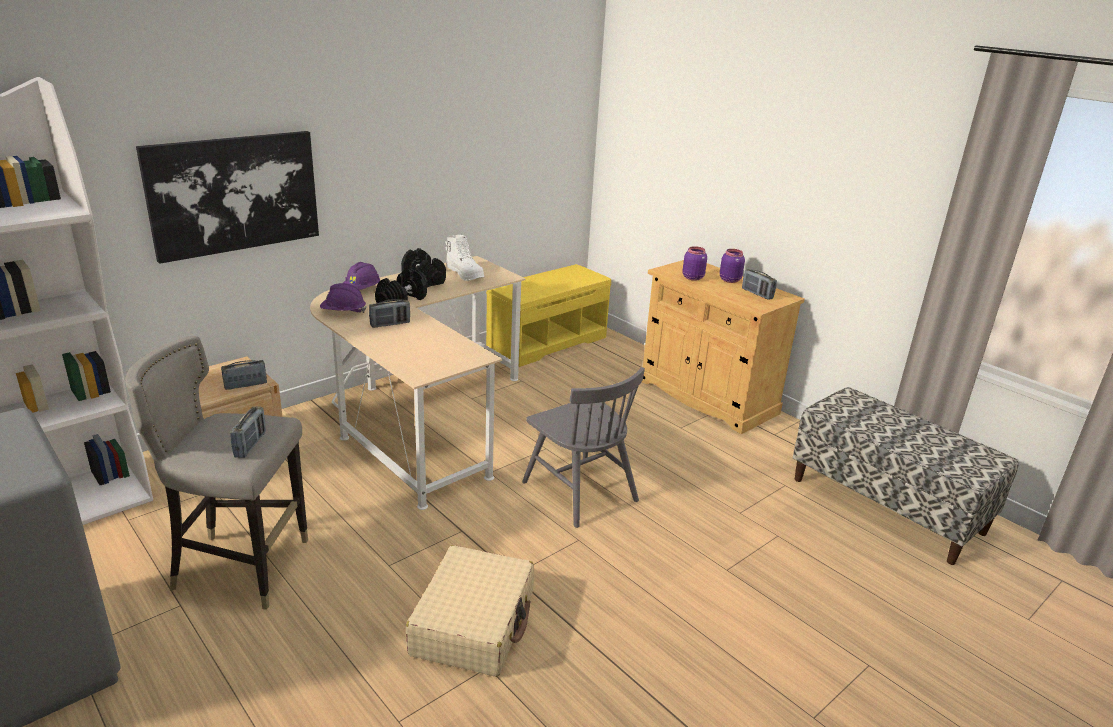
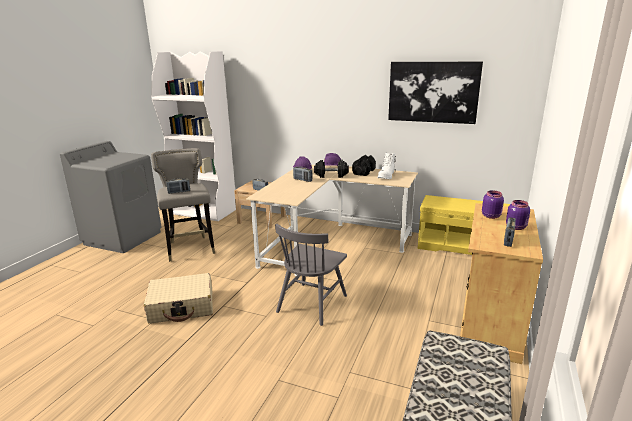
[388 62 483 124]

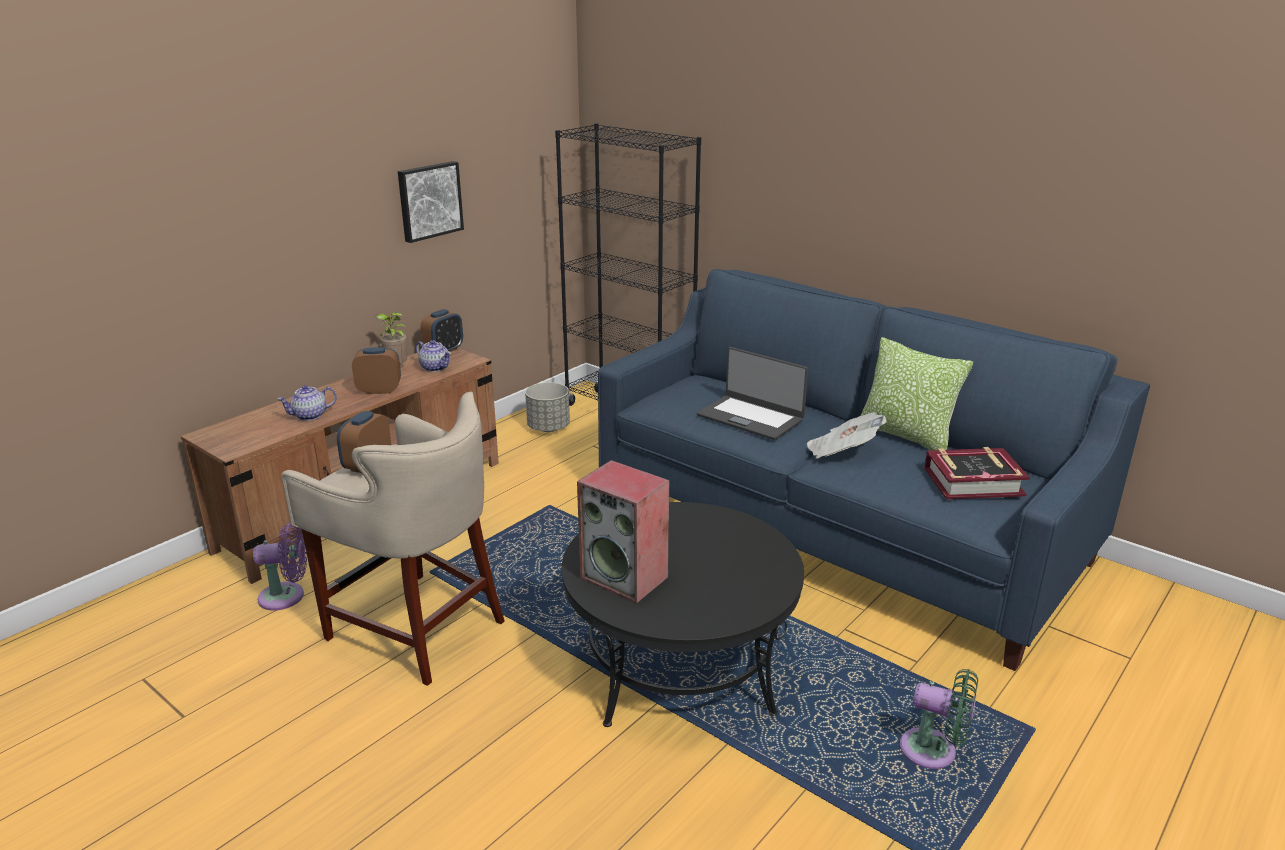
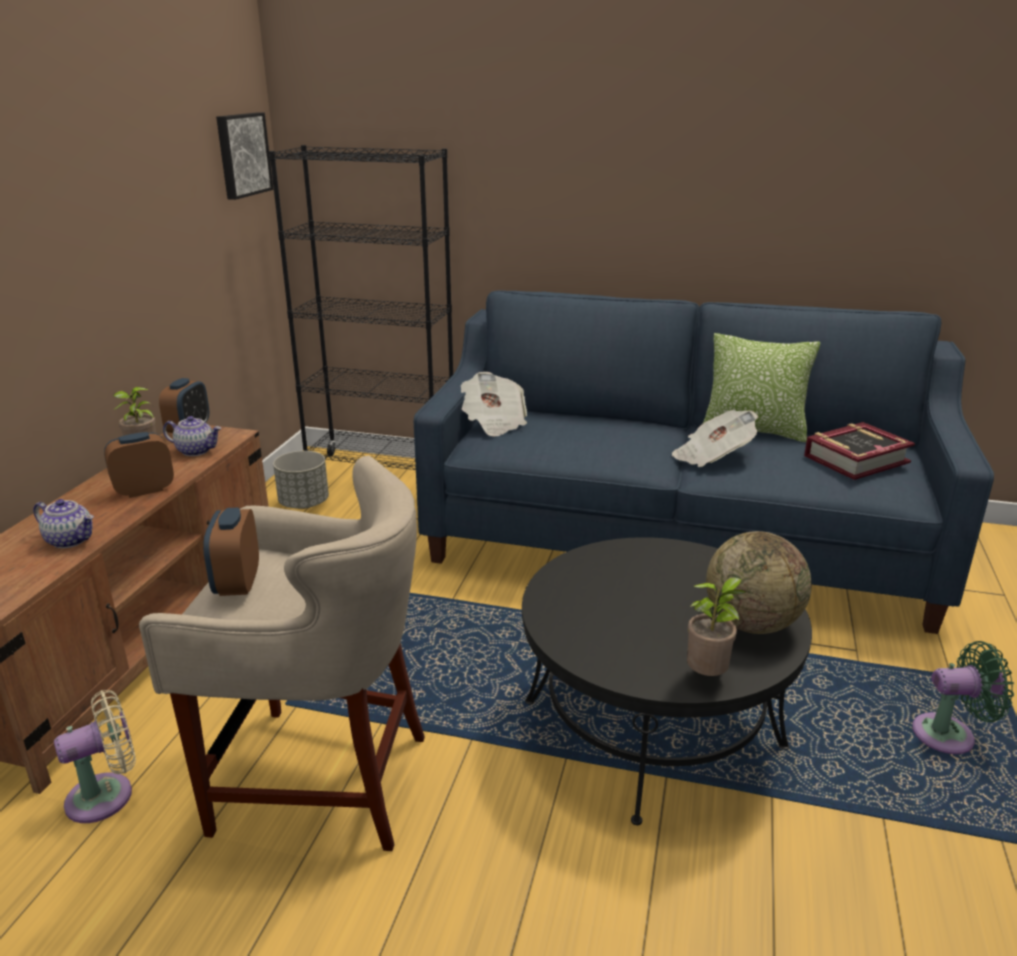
[577 460 669 603] (first image)
[697 347 808 440] (first image)
[461 372 527 437]
[687 577 747 676]
[706 531 812 634]
[216 113 273 200]
[54 690 136 823]
[33 499 94 548]

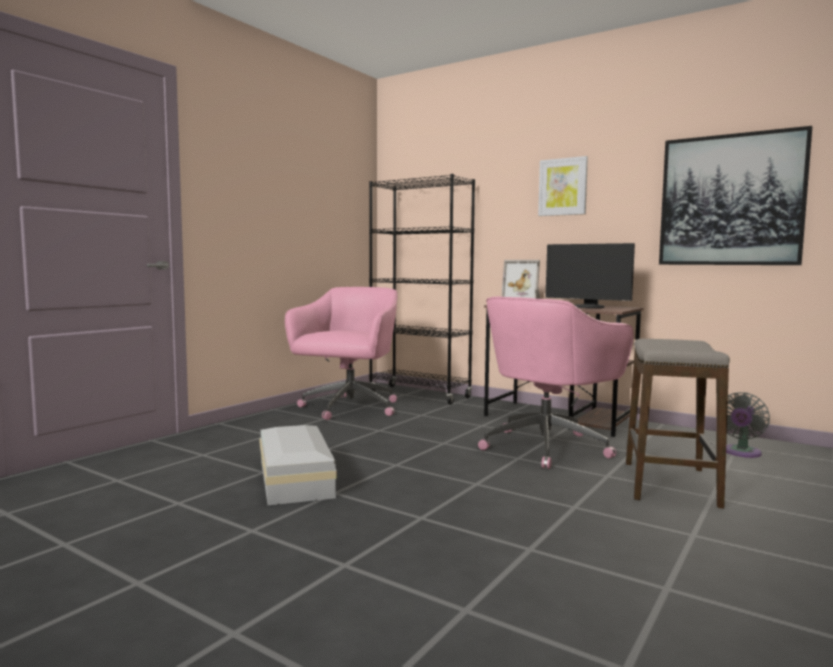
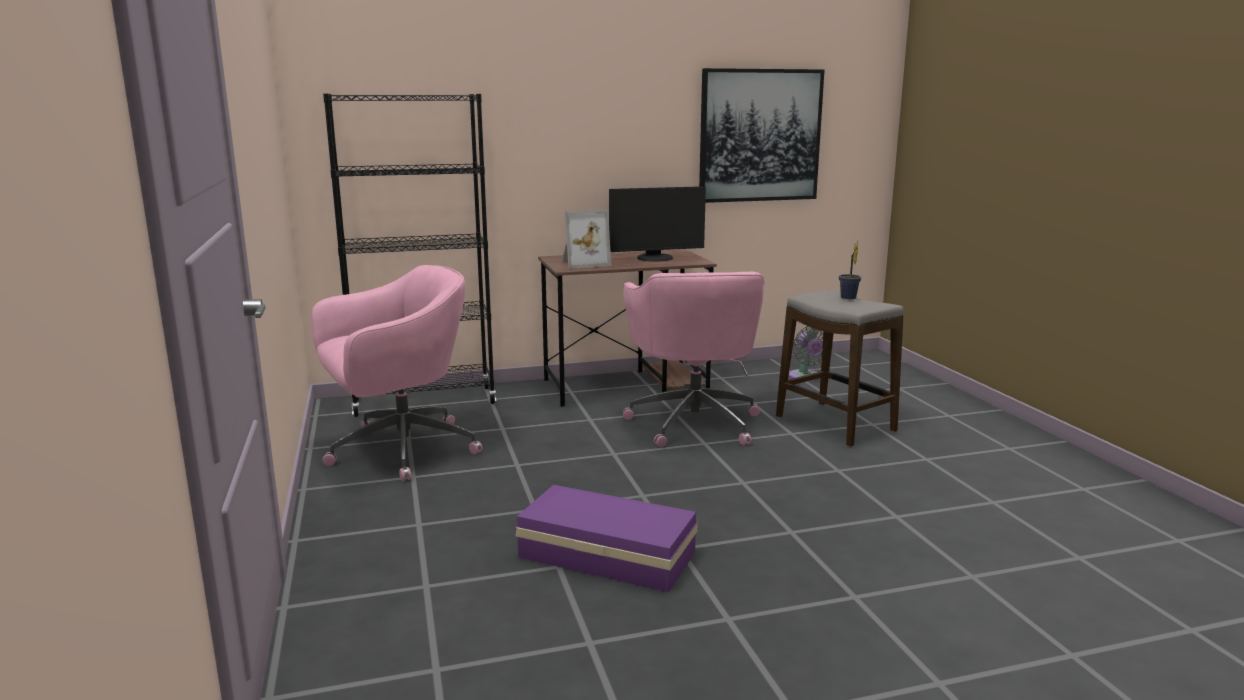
[538 156 588 216] (first image)
[839 240 861 299]
[515 485 698 592]
[311 265 482 481]

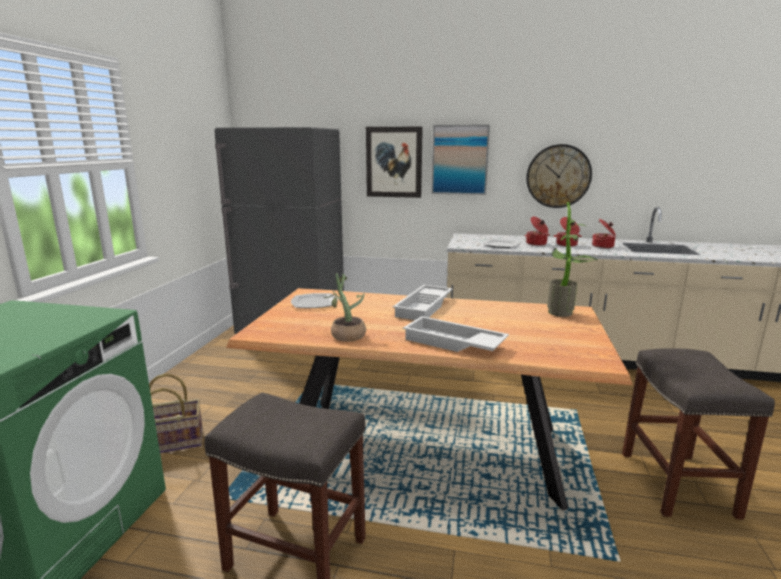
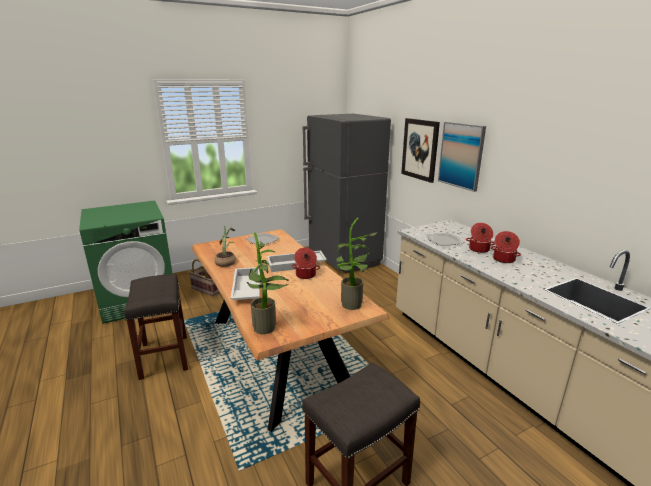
[526 144 592 208] (first image)
[247 233 289 334]
[291 248 320 279]

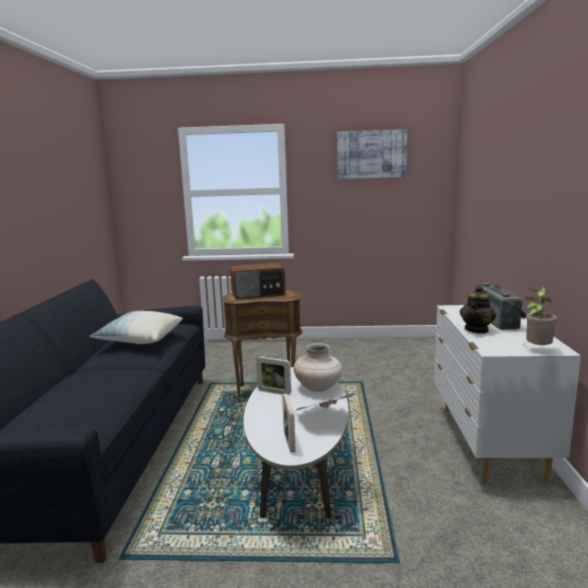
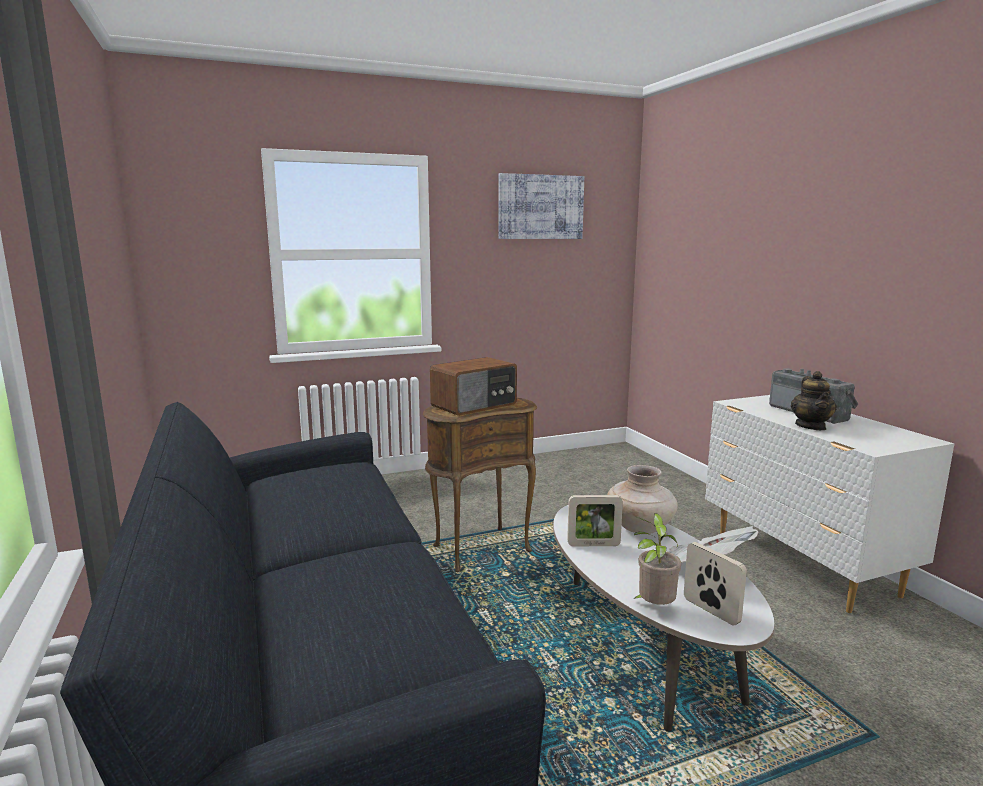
[90 311 183 344] (first image)
[633 513 681 605]

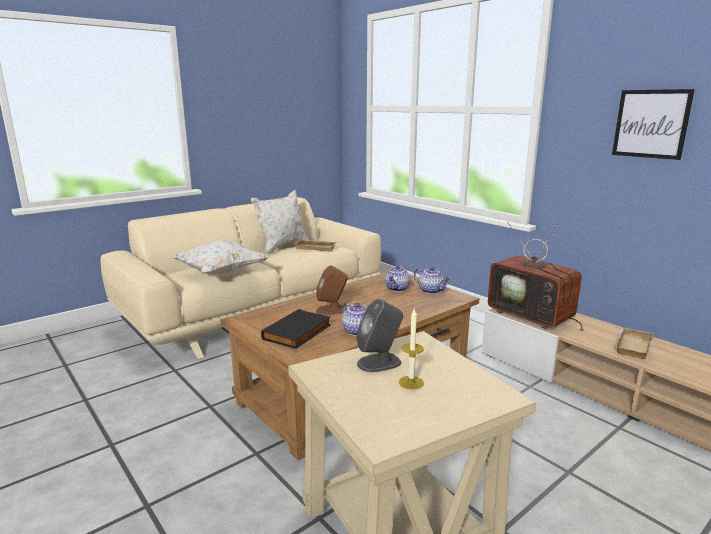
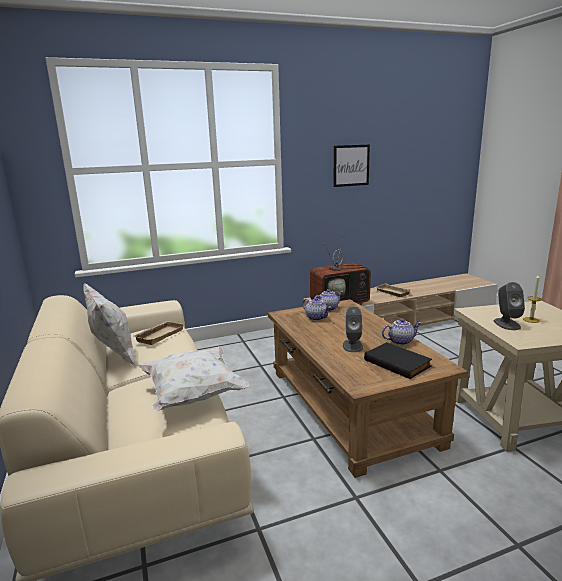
[343 306 363 352]

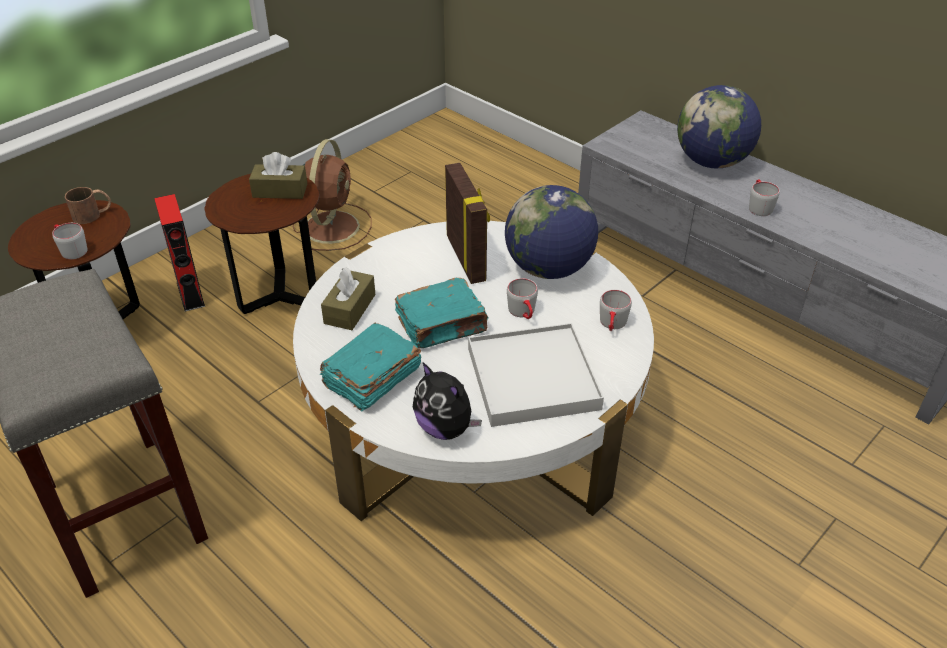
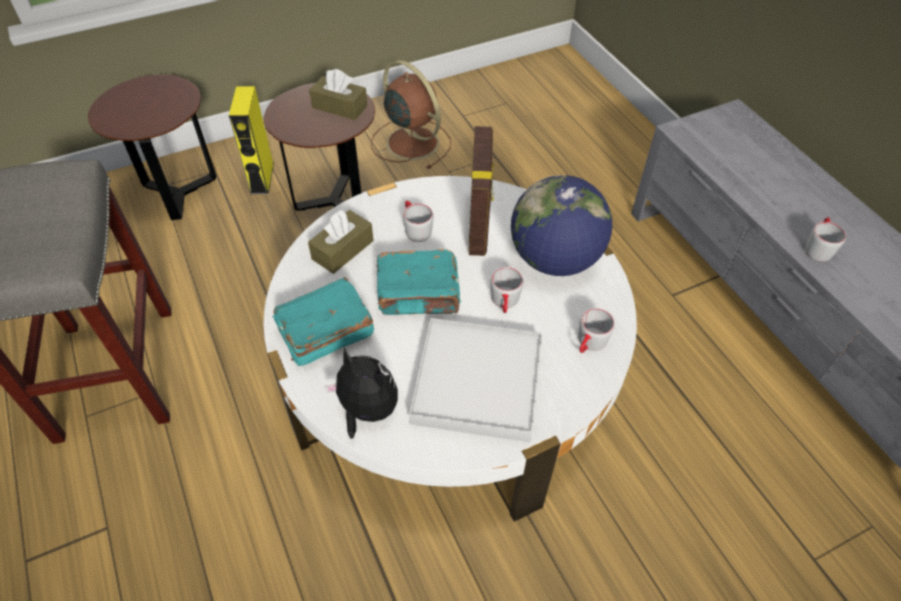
[65 187 111 224] (first image)
[677 85 761 168] (first image)
[403 201 434 242]
[229 86 274 194]
[371 60 451 169]
[325 348 398 439]

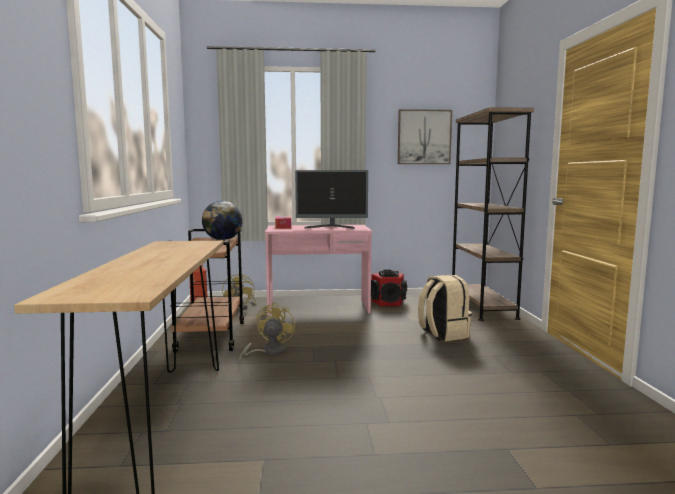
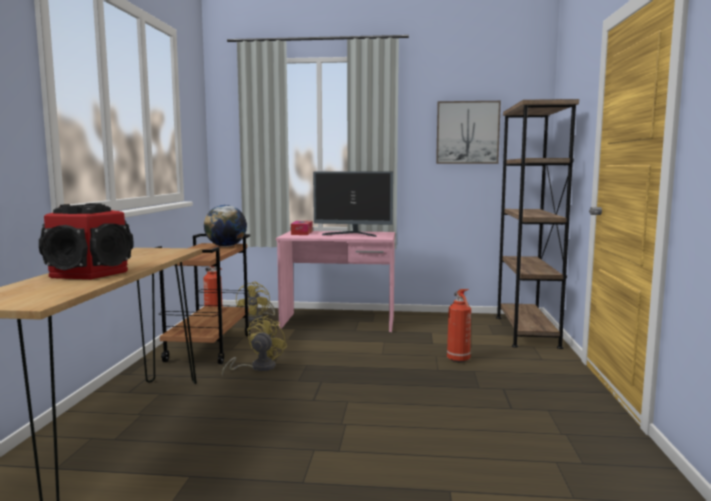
[39 203 134 279]
[447 289 471 362]

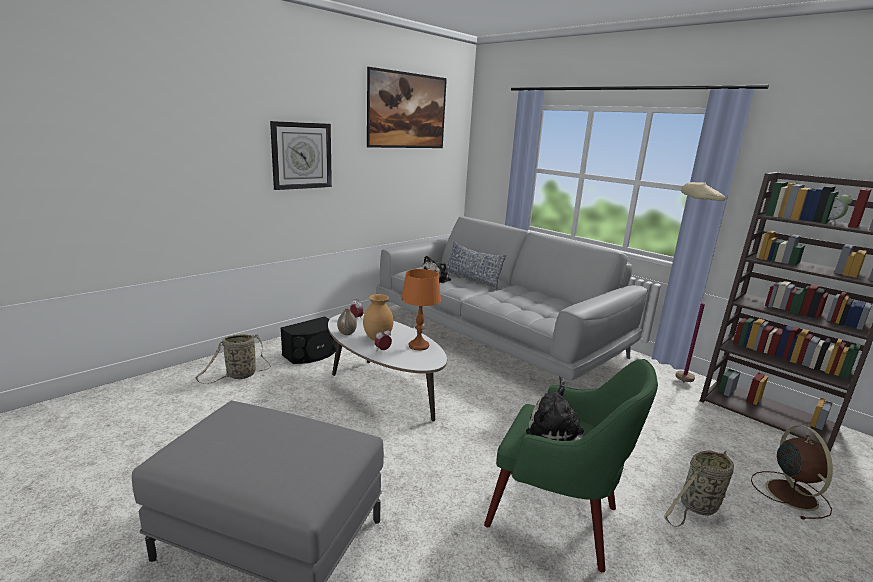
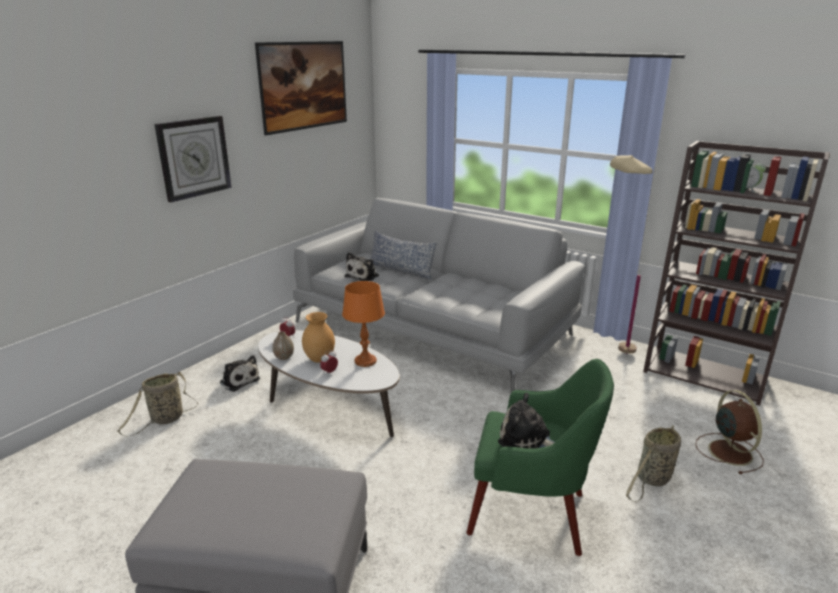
[220 355 260 392]

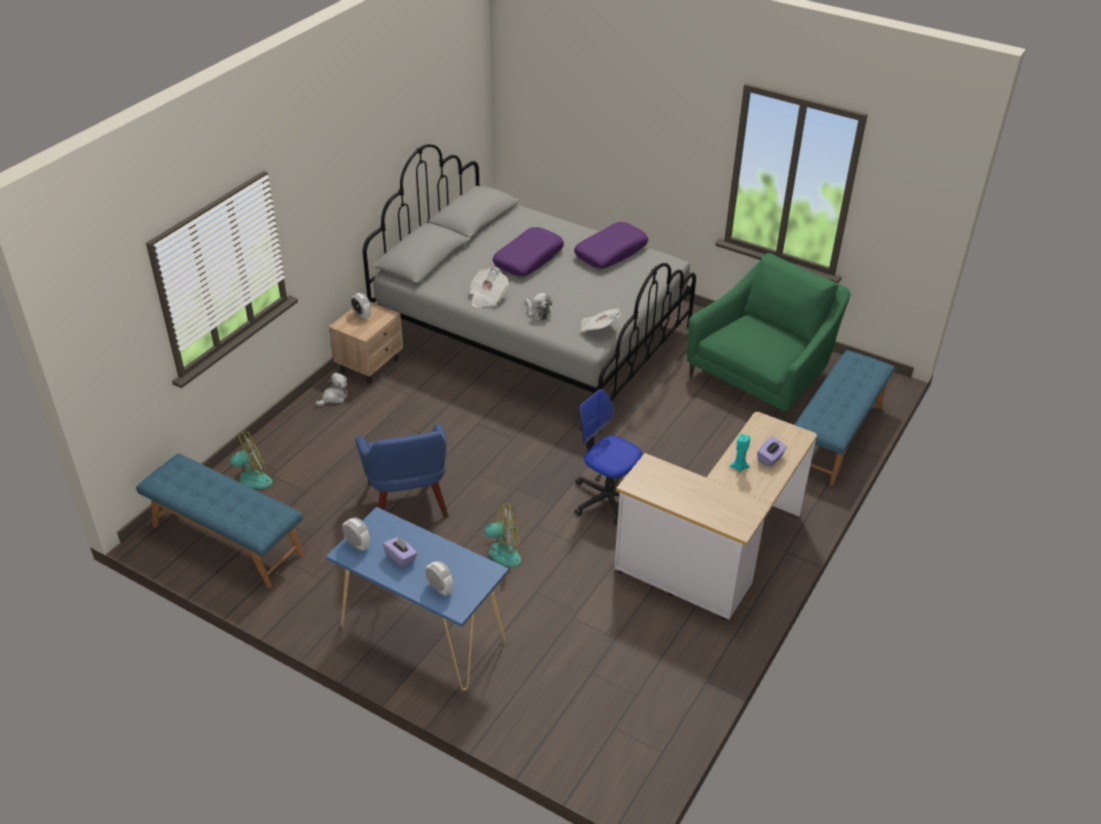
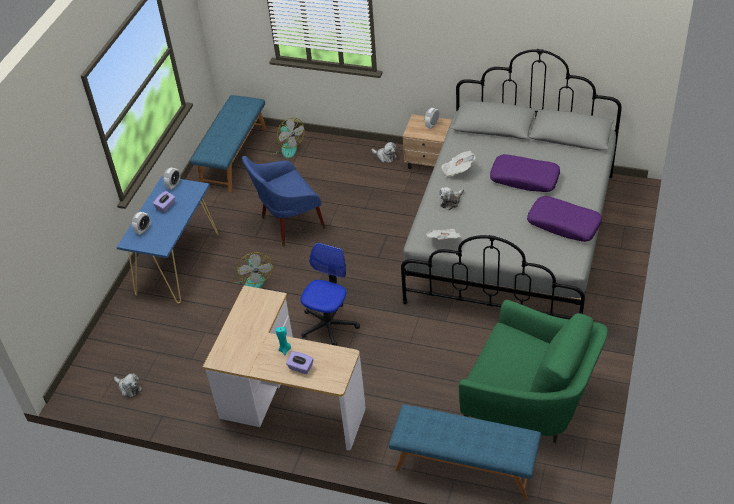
[114 373 142 397]

